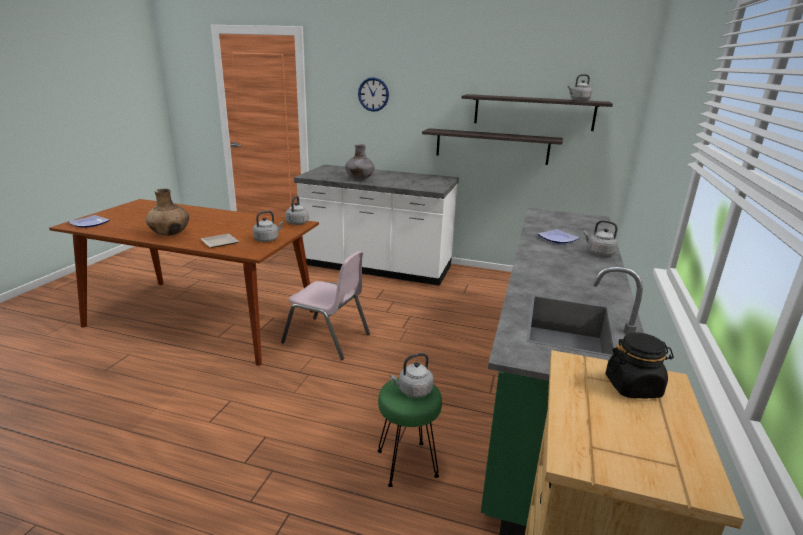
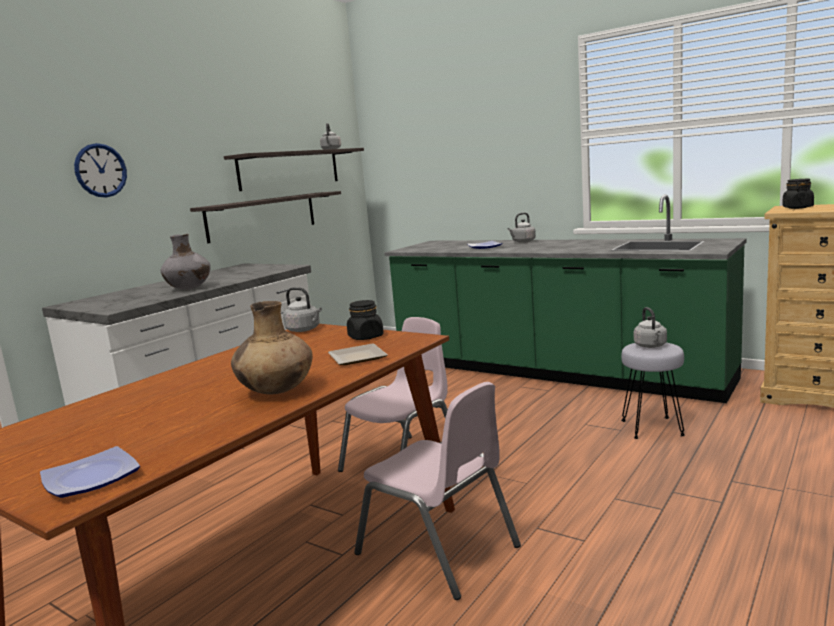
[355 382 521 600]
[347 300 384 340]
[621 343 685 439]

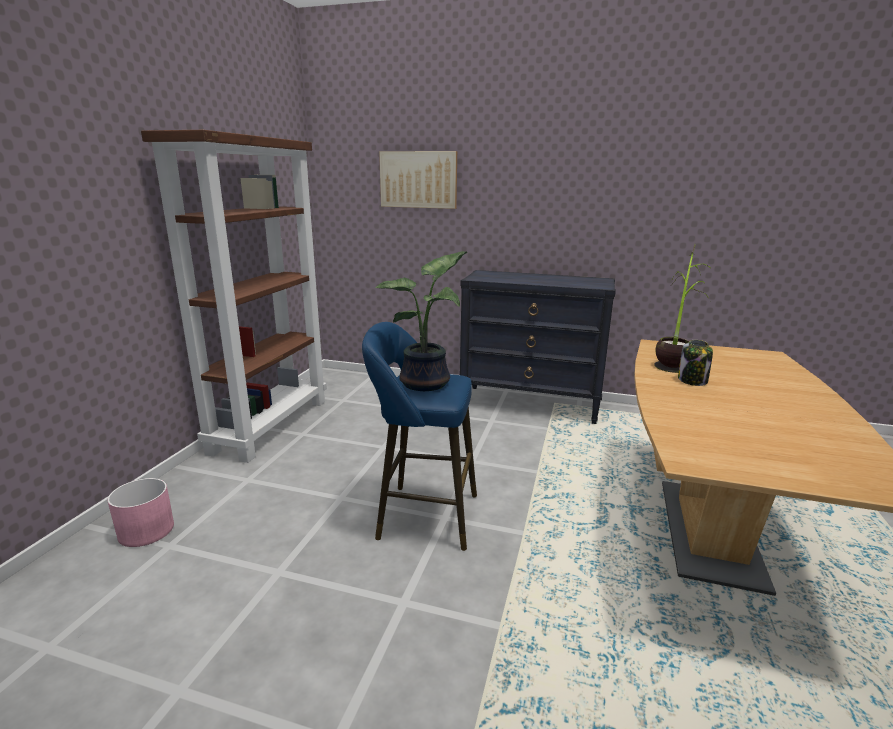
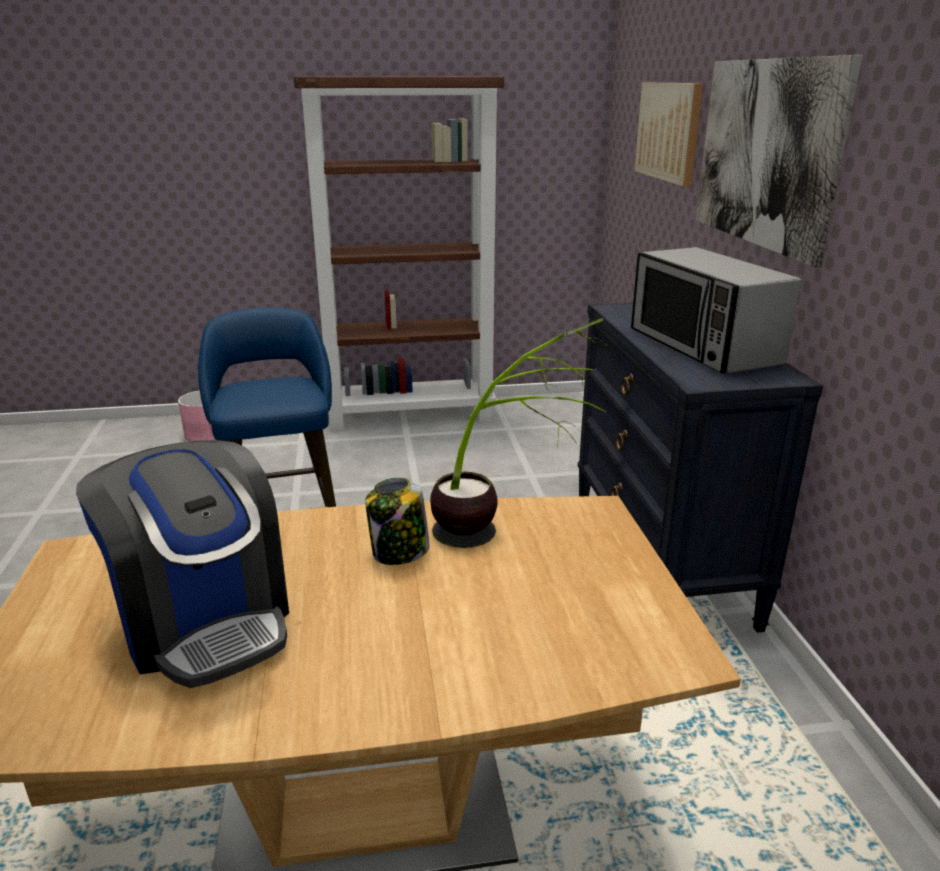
[375 251 467 391] (first image)
[76 440 289 688]
[631 247 801 374]
[696 55 863 268]

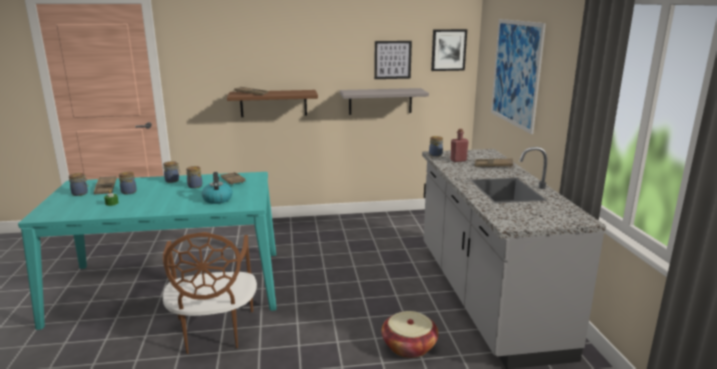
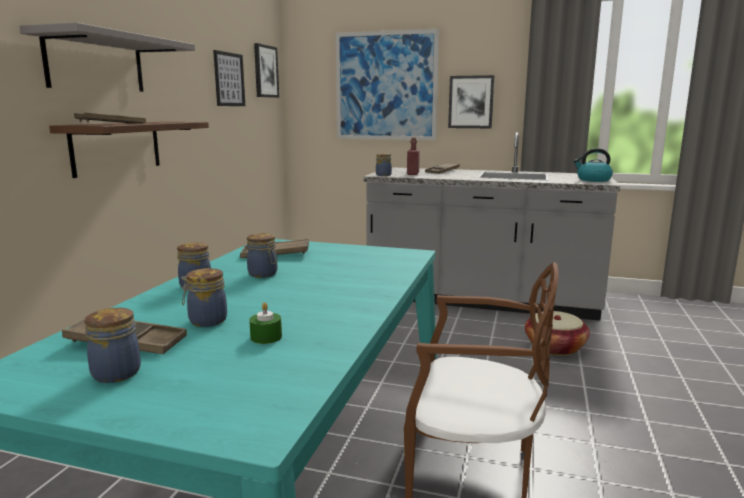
[448 75 495 128]
[573 148 613 182]
[20 22 195 92]

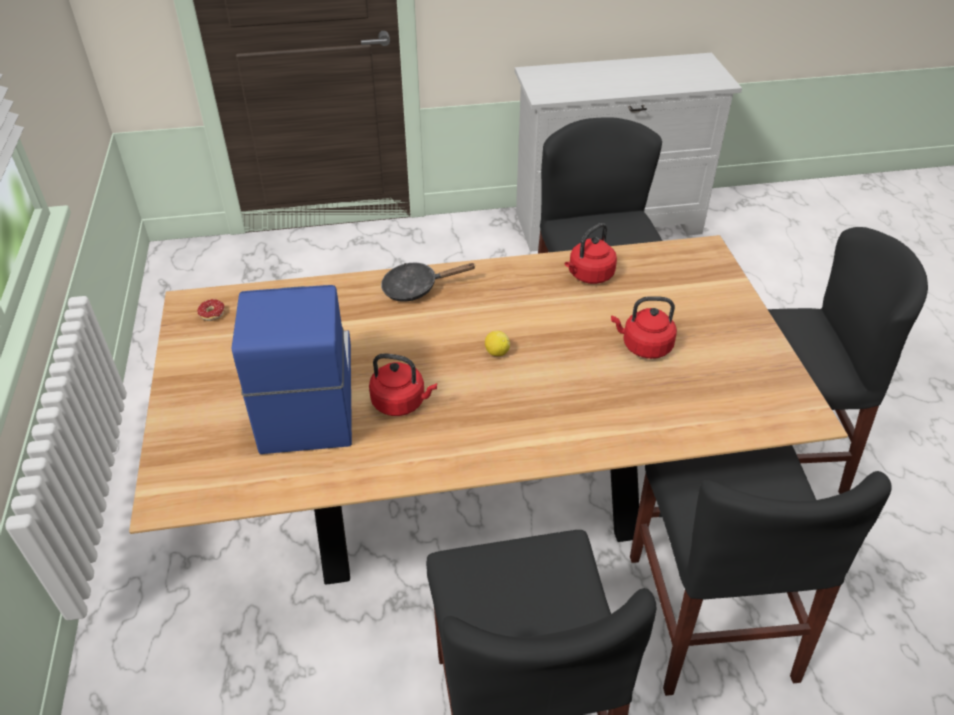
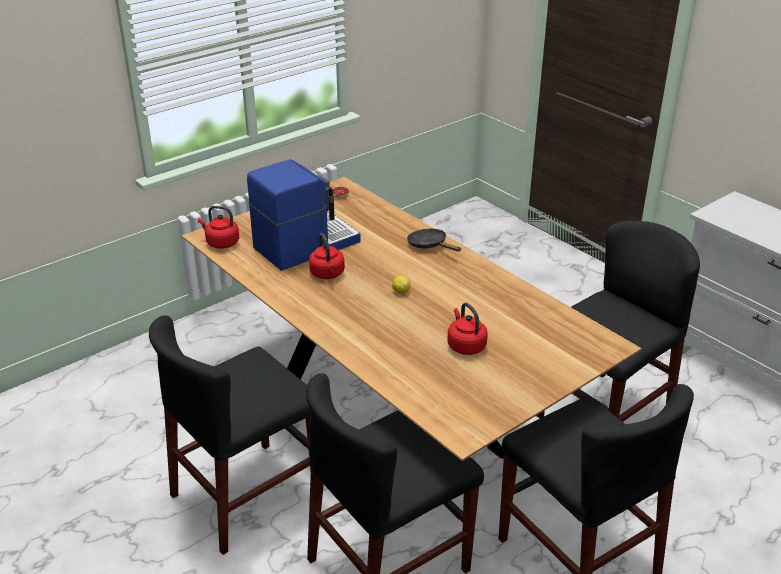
[198 206 239 249]

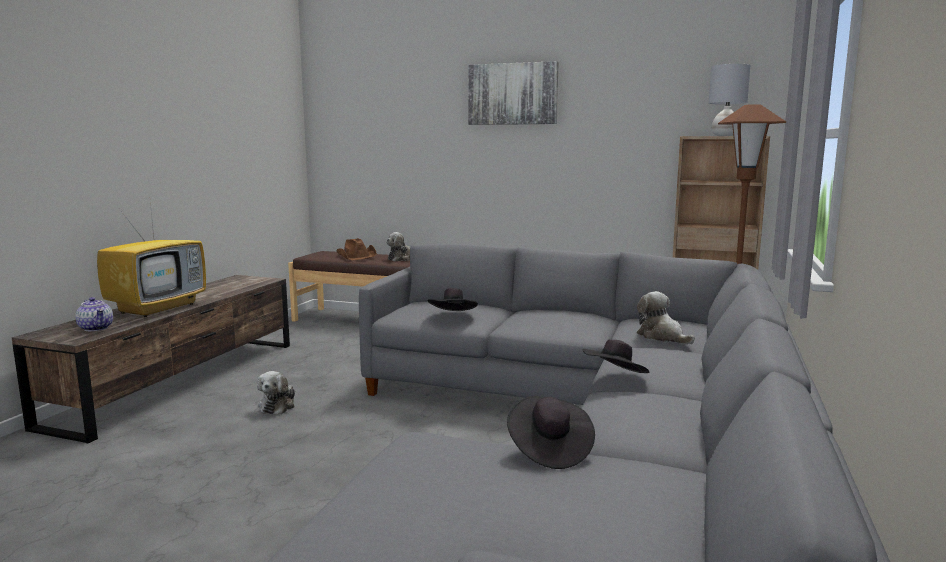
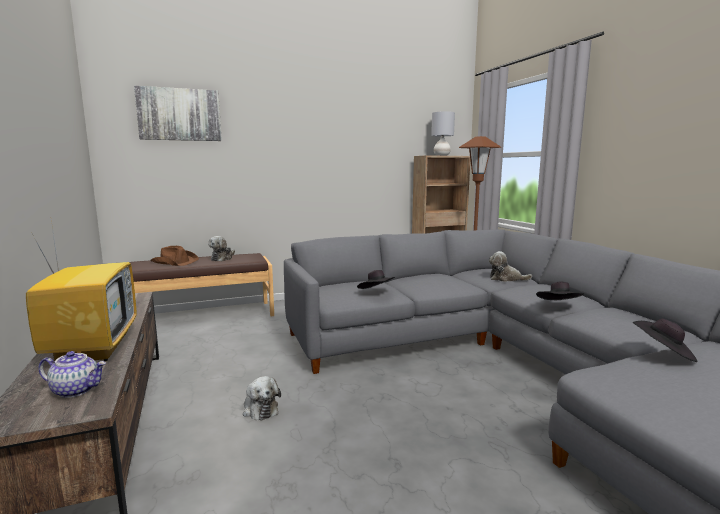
[134 86 222 141]

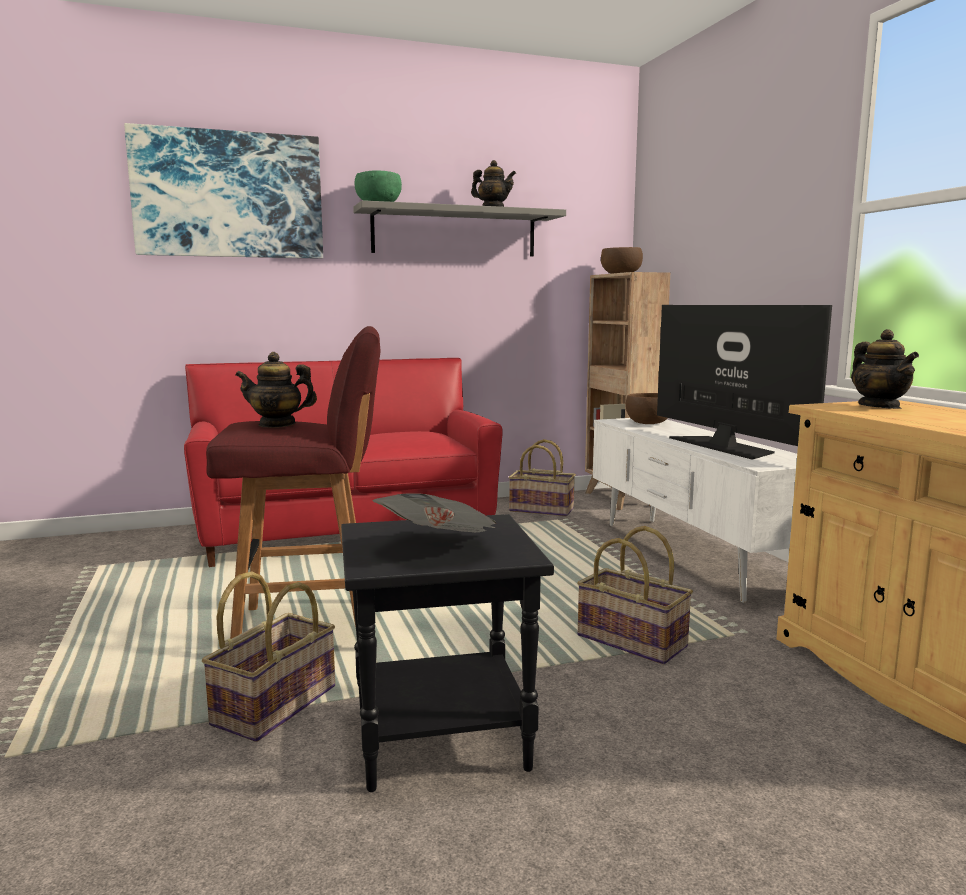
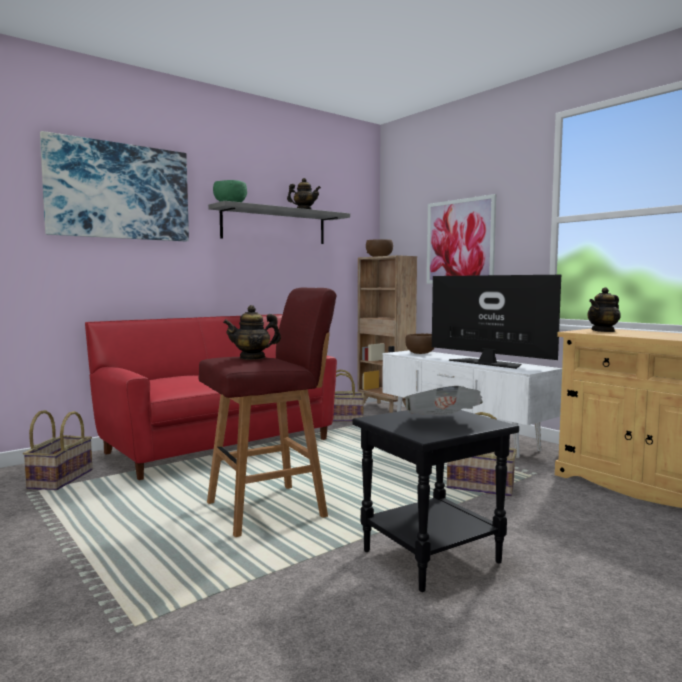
[427 194 496 284]
[23 410 92 490]
[587 287 621 332]

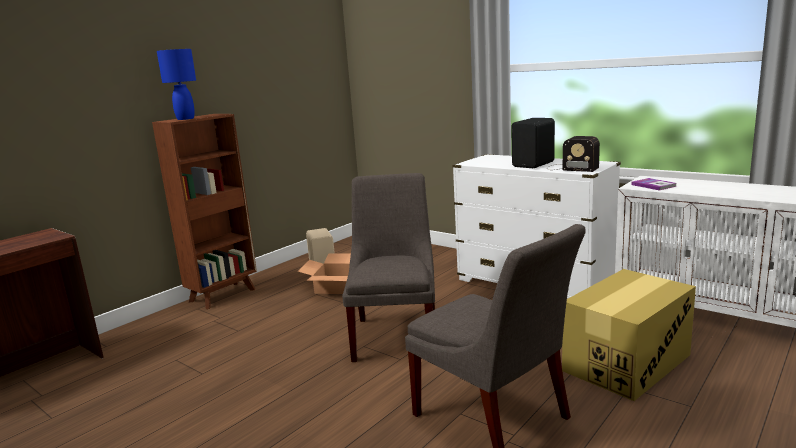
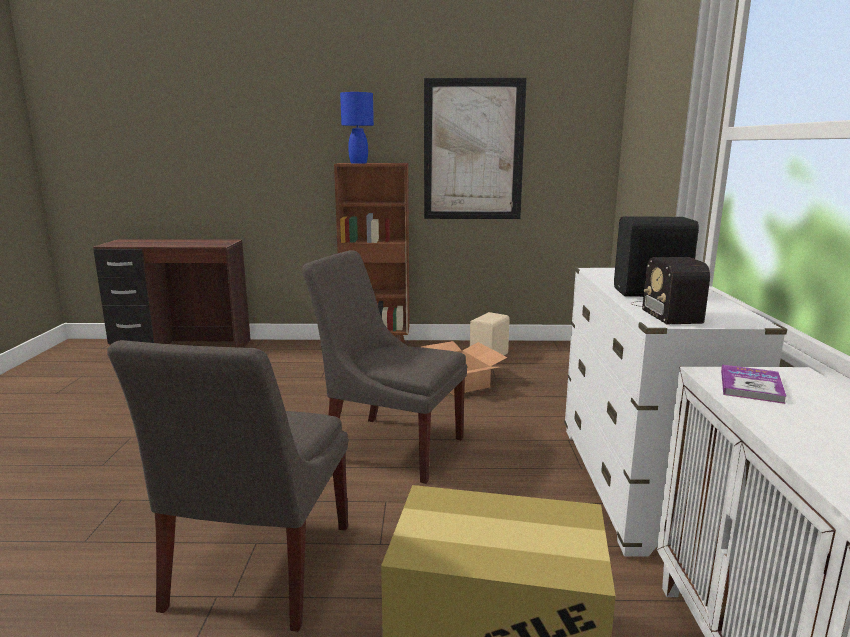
[424 78 527 219]
[302 250 467 484]

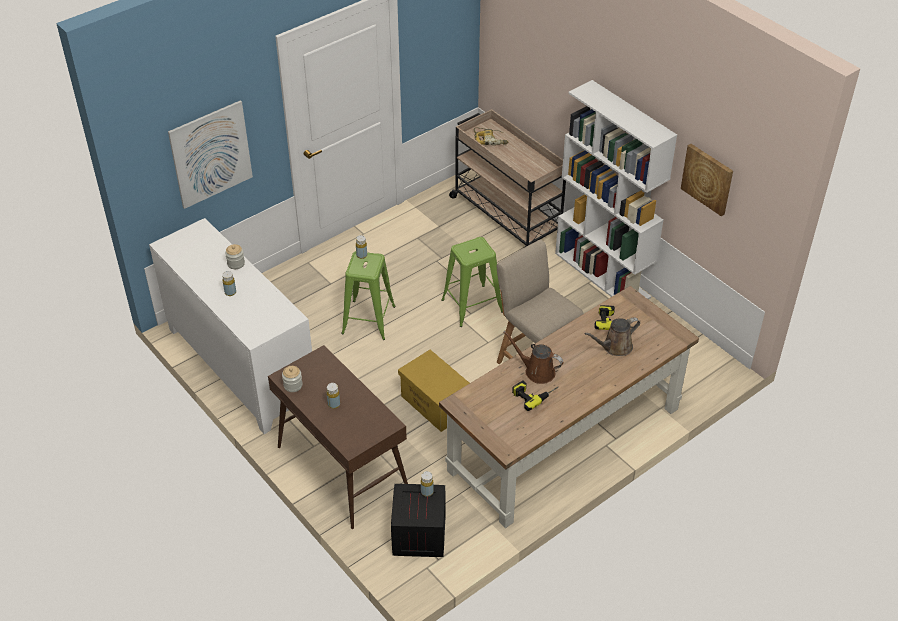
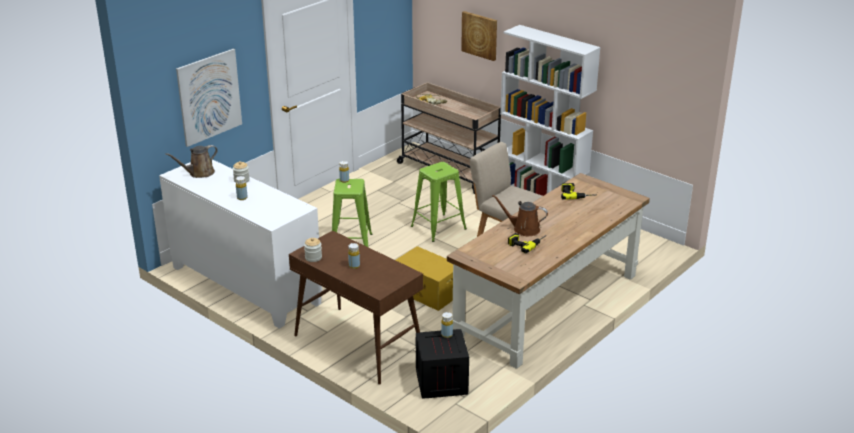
[166 145 218 178]
[461 11 497 61]

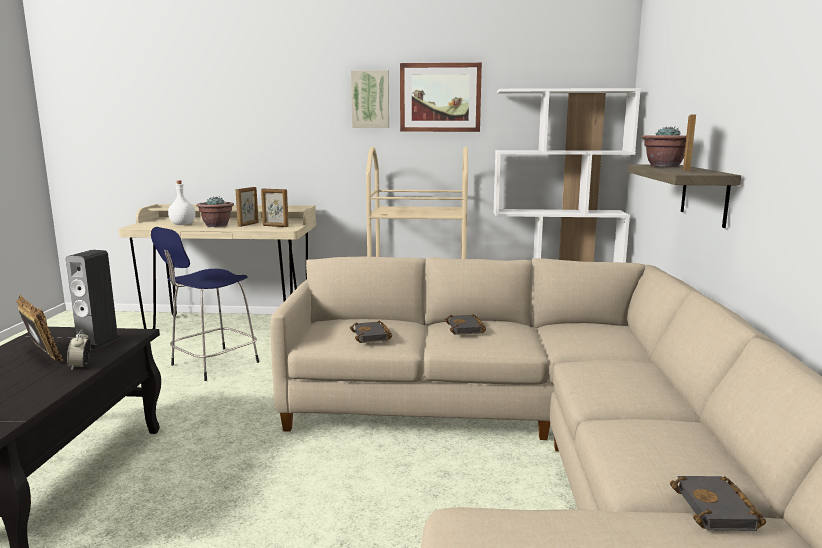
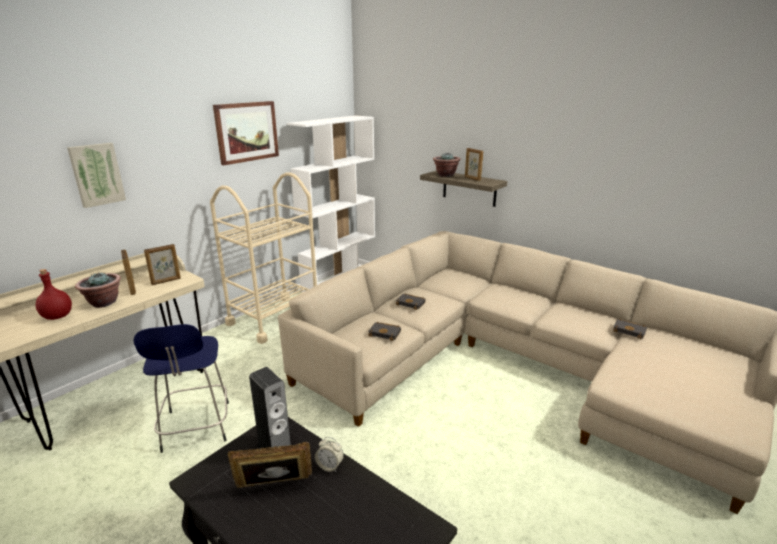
[67 143 126 208]
[36 269 72 320]

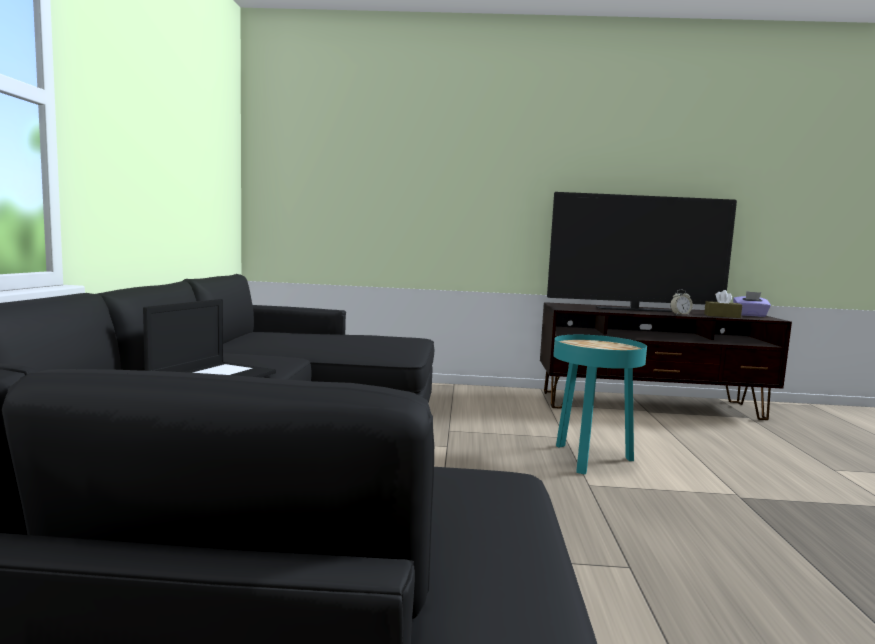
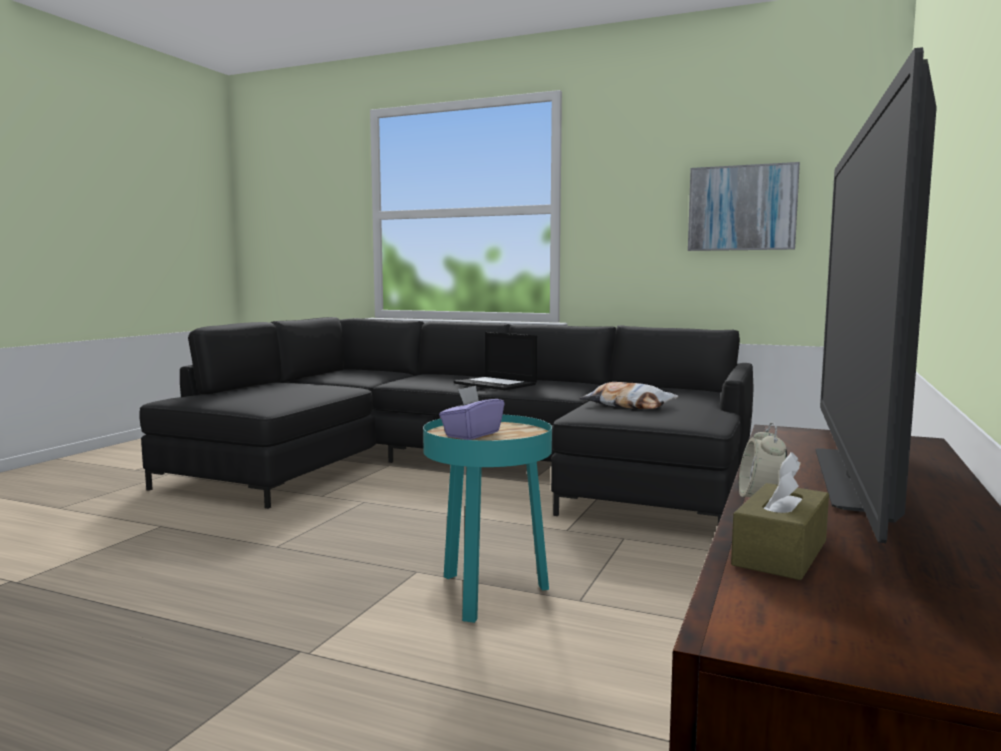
[579 382 678 409]
[688 162 800 251]
[439 386 504 440]

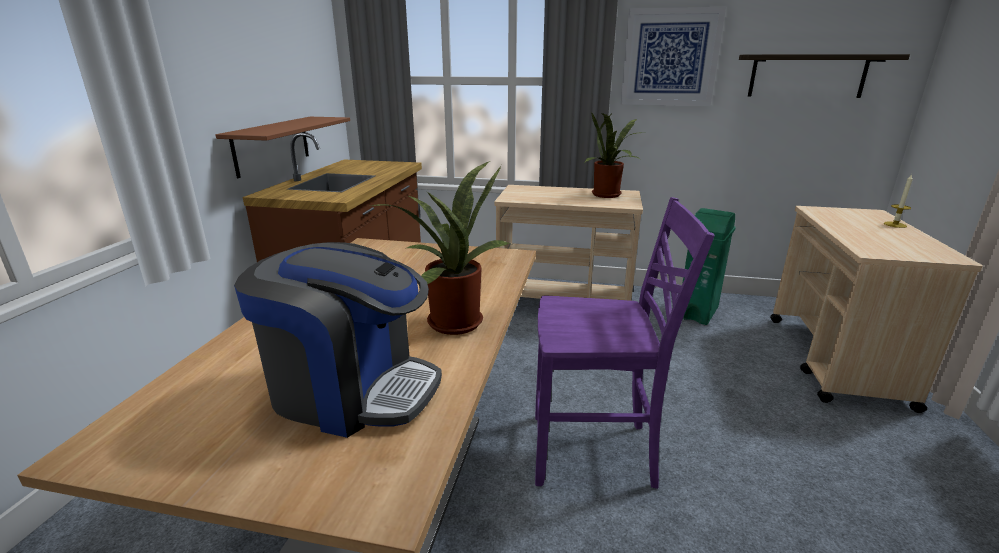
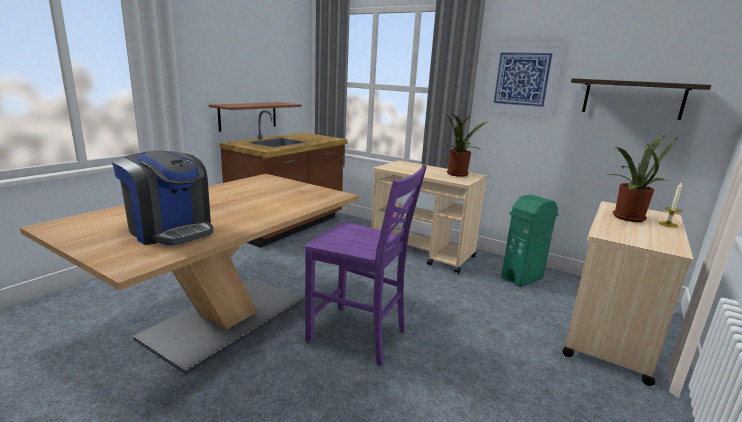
[608 135 678 222]

